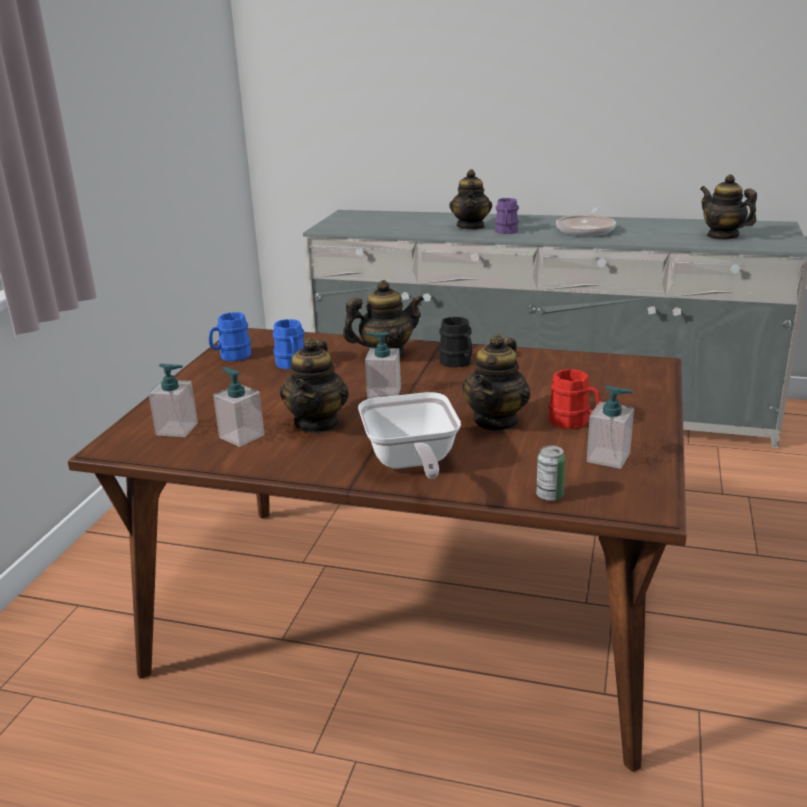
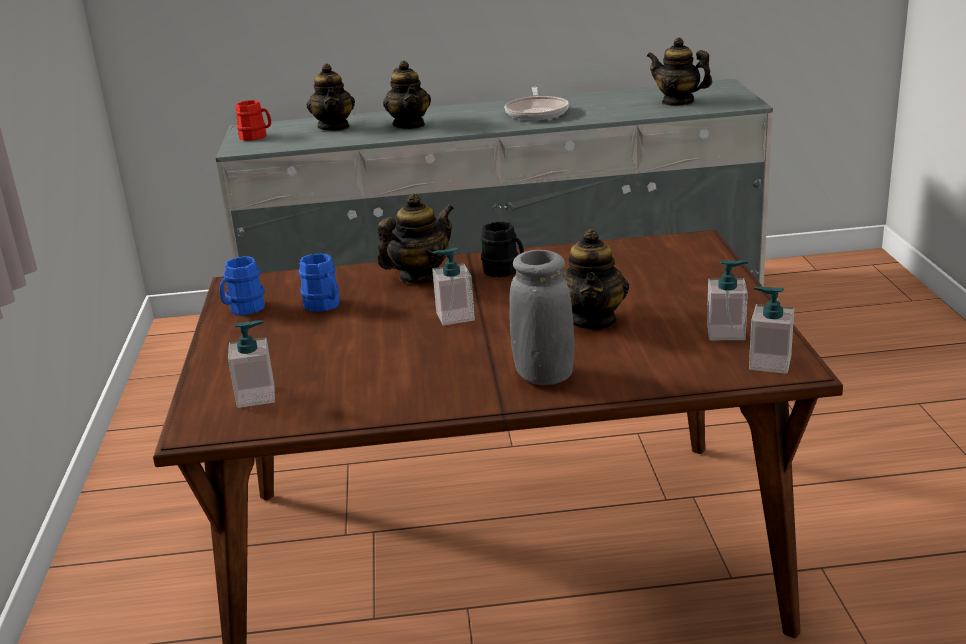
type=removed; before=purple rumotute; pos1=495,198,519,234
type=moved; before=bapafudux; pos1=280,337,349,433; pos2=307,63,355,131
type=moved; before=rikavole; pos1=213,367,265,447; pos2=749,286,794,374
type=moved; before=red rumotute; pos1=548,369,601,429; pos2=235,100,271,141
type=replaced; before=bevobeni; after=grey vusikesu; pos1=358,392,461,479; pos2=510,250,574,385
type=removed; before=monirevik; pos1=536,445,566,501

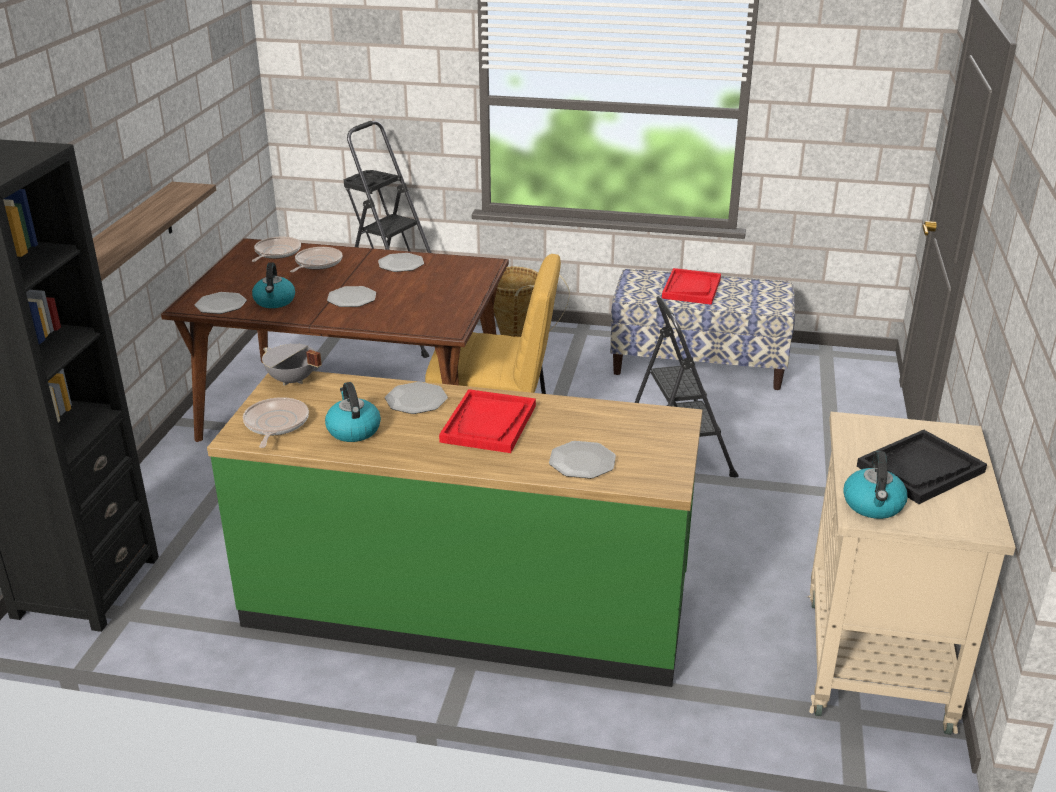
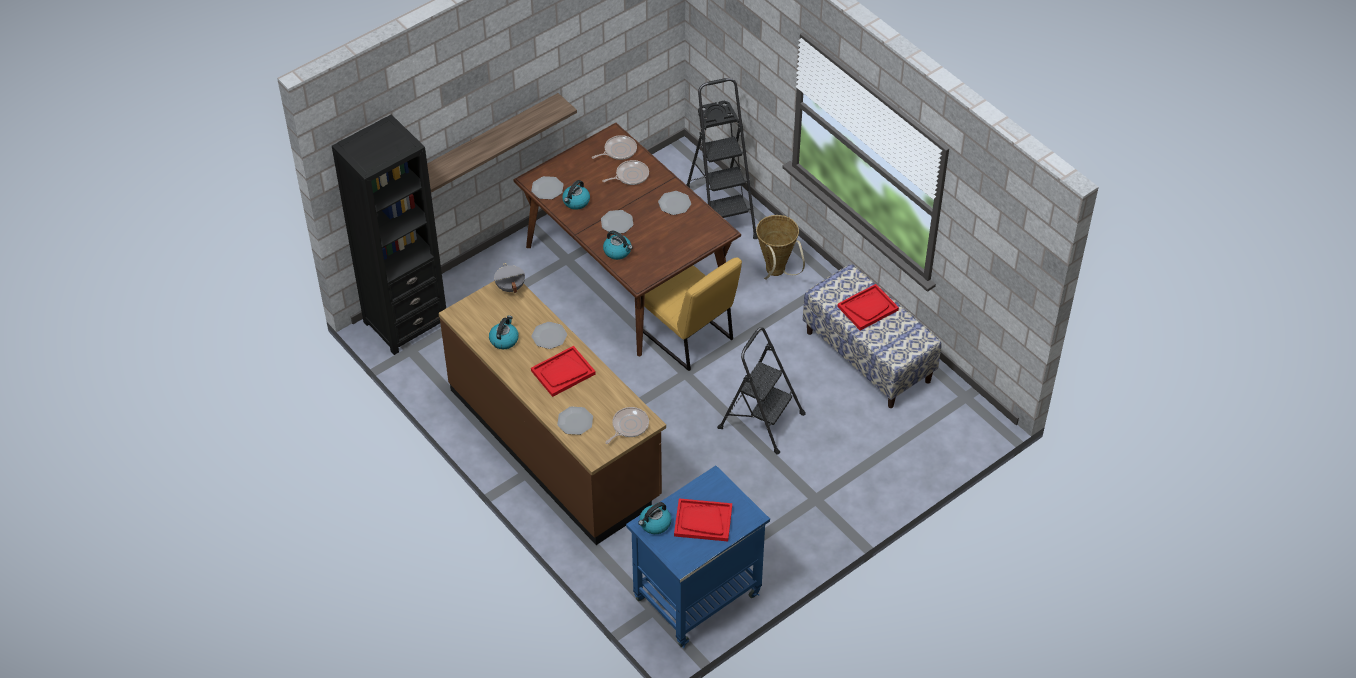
type=recoloured; before=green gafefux; after=brown gafefux; pos1=207,371,703,687; pos2=439,281,666,545
type=moved; before=bevobeni; pos1=243,397,309,448; pos2=605,407,649,444
type=recoloured; before=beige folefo; after=blue folefo; pos1=808,412,1016,735; pos2=626,465,770,648
type=recoloured; before=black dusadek; after=red dusadek; pos1=857,430,987,504; pos2=674,498,732,541
type=added; after=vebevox; pos2=603,231,633,260

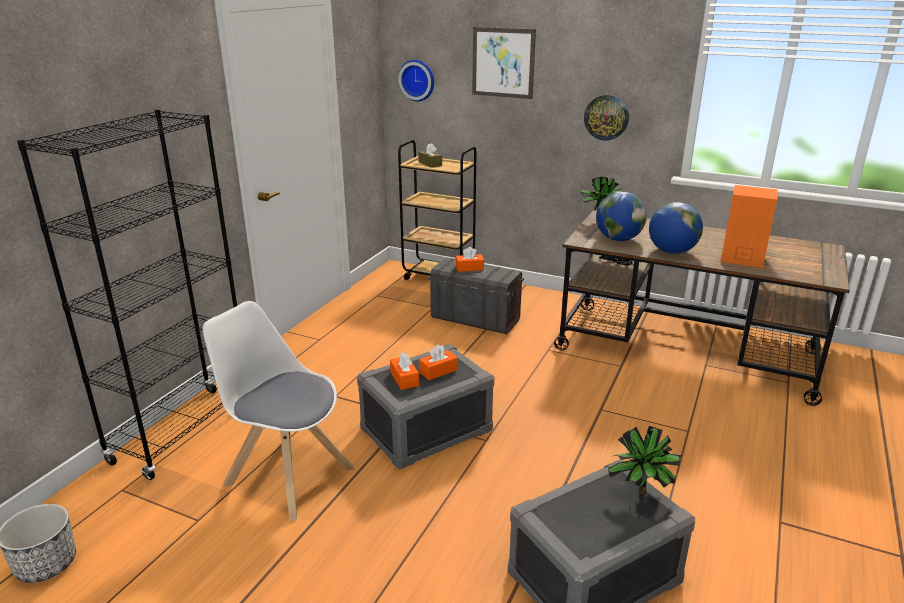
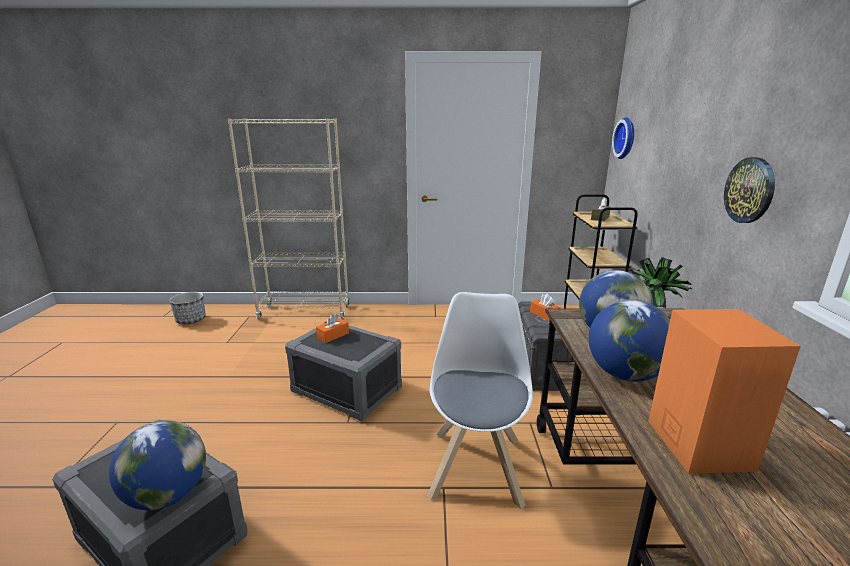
type=removed; before=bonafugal; pos1=472,27,536,99
type=recoloured; before=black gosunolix; after=beige gosunolix; pos1=17,109,237,480; pos2=228,118,350,320
type=moved; before=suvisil; pos1=203,301,355,521; pos2=427,292,533,509
type=removed; before=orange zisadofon; pos1=419,344,458,380
type=replaced; before=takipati; after=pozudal; pos1=608,426,683,494; pos2=109,420,206,510

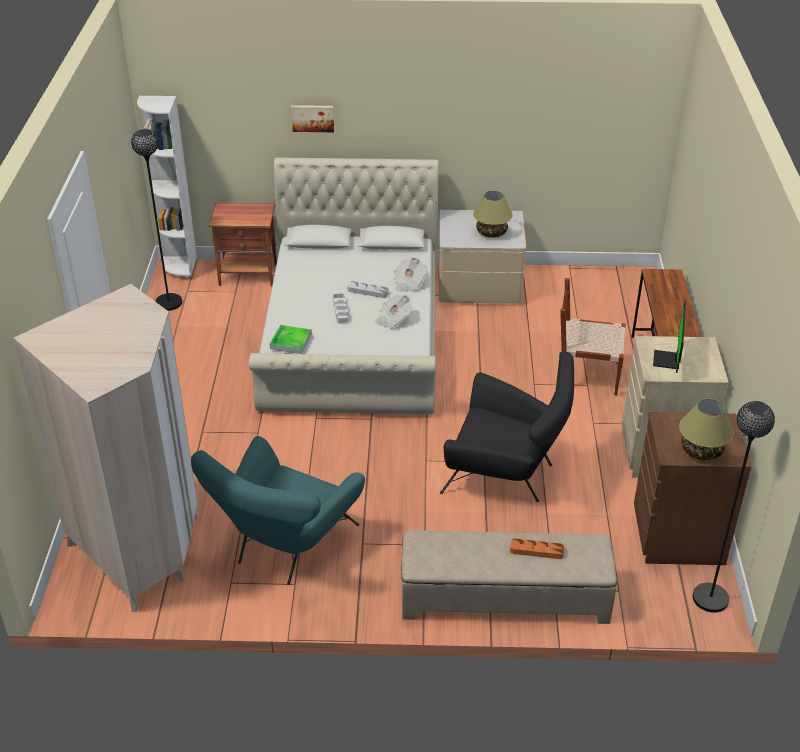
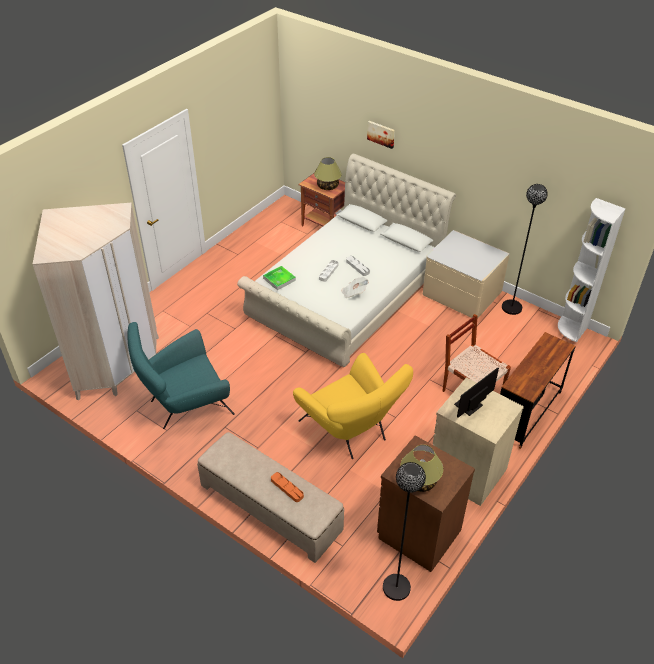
type=moved; before=white gosunolix; pos1=137,96,197,278; pos2=558,198,625,342
type=moved; before=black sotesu; pos1=131,129,182,311; pos2=502,184,548,315
type=moved; before=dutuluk; pos1=473,191,513,238; pos2=314,157,342,190
type=removed; before=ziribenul; pos1=394,257,428,292
type=recoloured; before=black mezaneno; after=yellow mezaneno; pos1=440,351,574,502; pos2=293,353,413,459

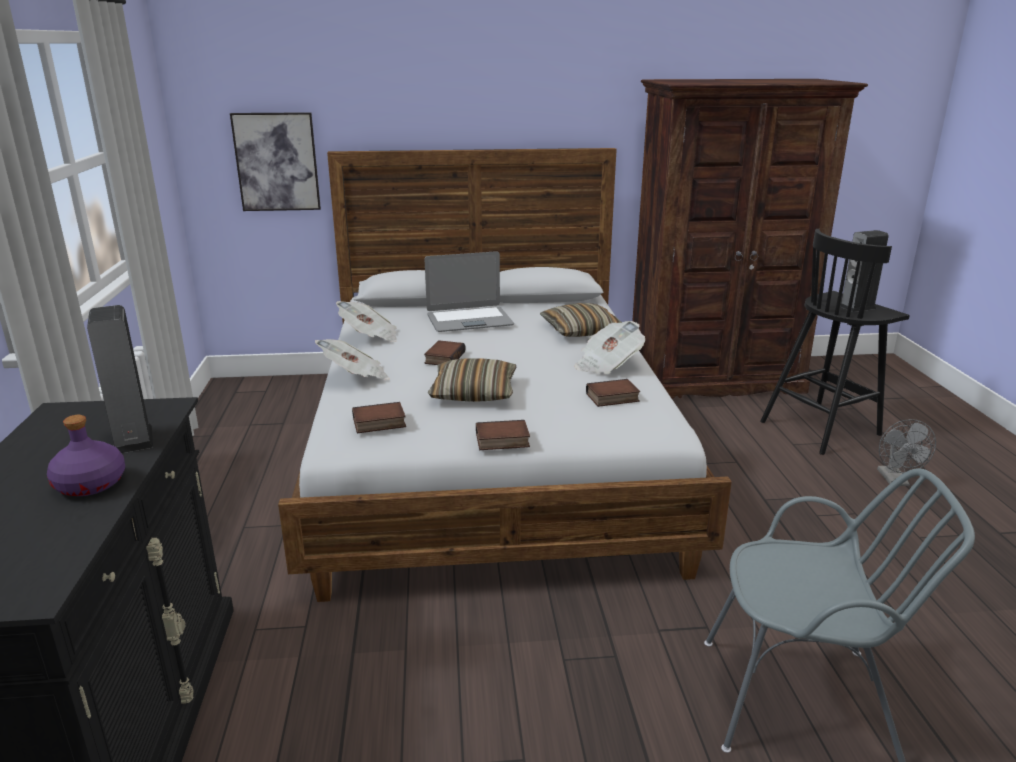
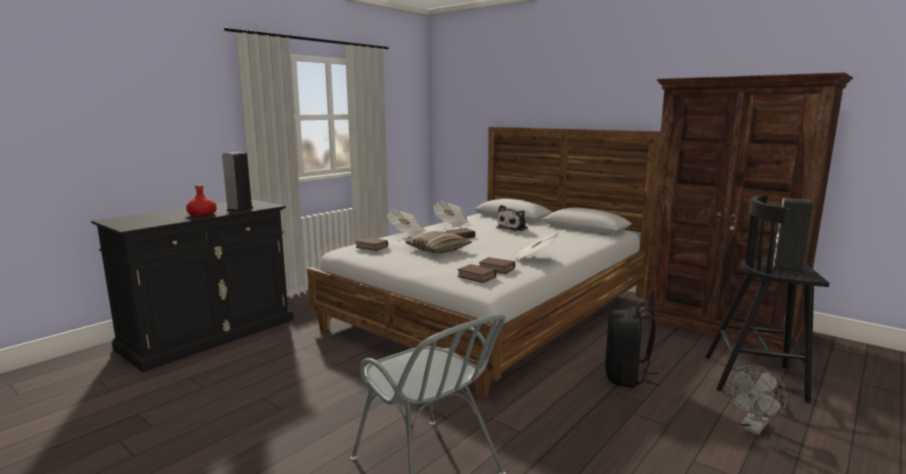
type=removed; before=bonafugal; pos1=230,112,321,211
type=replaced; before=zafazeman; after=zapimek; pos1=425,251,514,332; pos2=496,205,528,231
type=removed; before=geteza; pos1=540,303,622,337
type=recoloured; before=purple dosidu; after=red dosidu; pos1=47,415,125,496; pos2=186,185,217,217
type=moved; before=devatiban; pos1=476,420,530,450; pos2=458,264,496,283
type=added; after=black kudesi; pos2=605,306,660,388

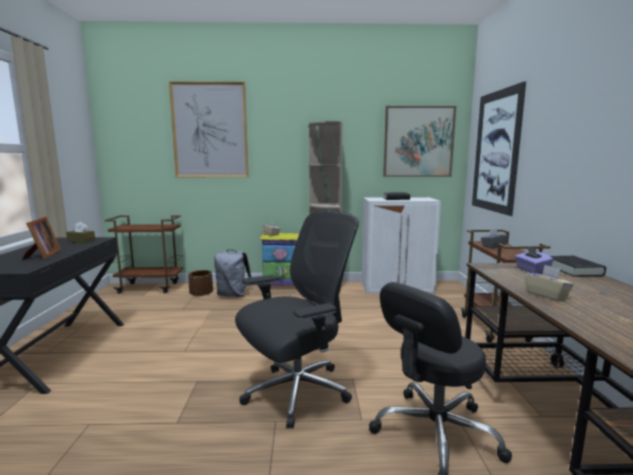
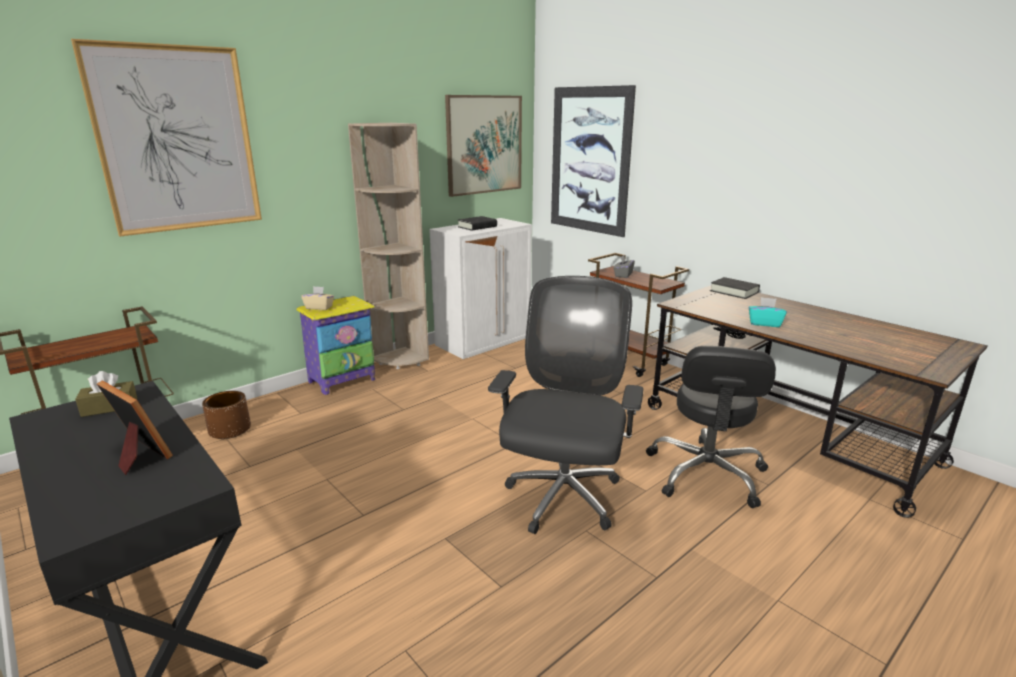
type=removed; before=purple zisadofon; pos1=515,246,553,274
type=removed; before=grey kudesi; pos1=214,249,252,297
type=recoloured; before=beige zisadofon; after=turquoise zisadofon; pos1=524,265,574,301; pos2=748,297,787,327

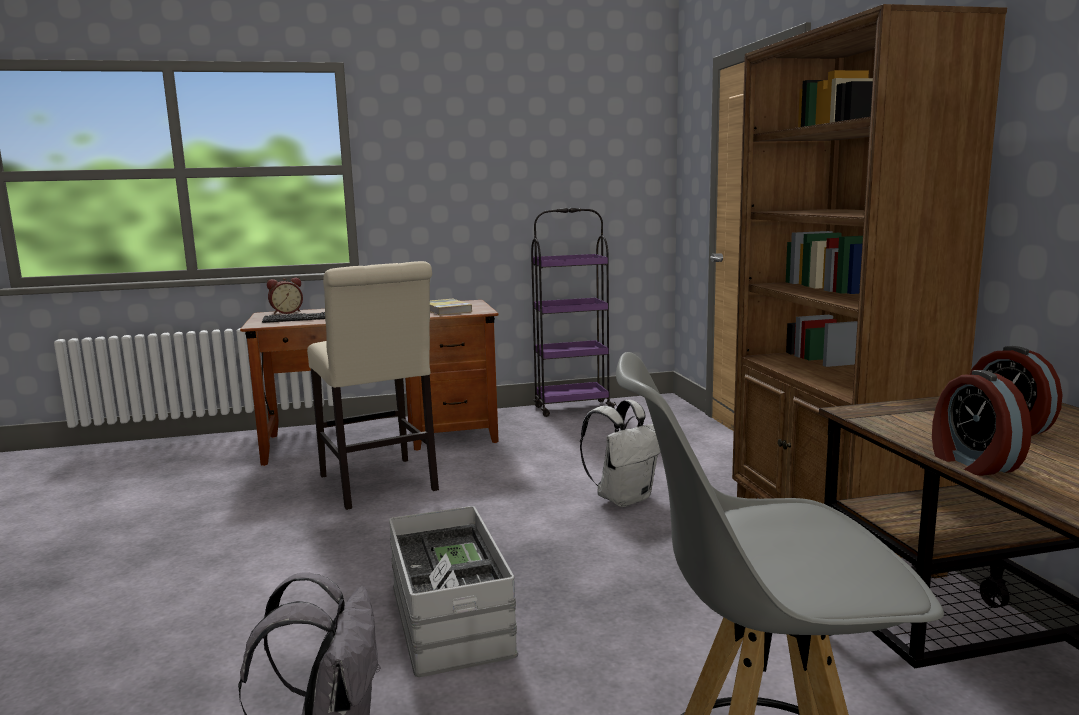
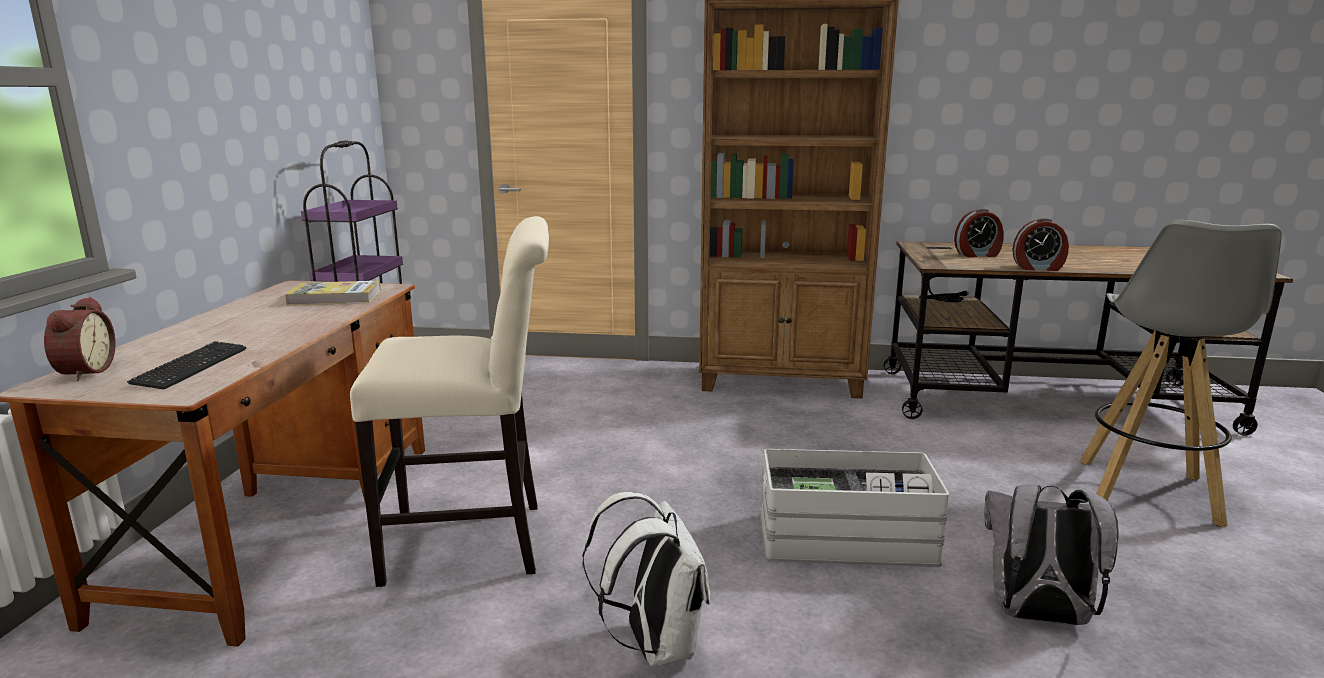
type=moved; before=white kudesi; pos1=580,400,661,507; pos2=582,492,710,666

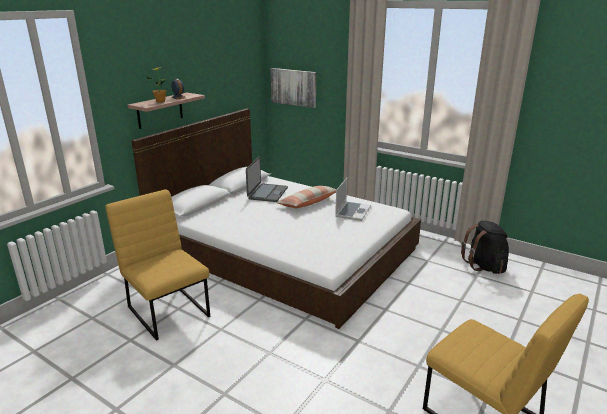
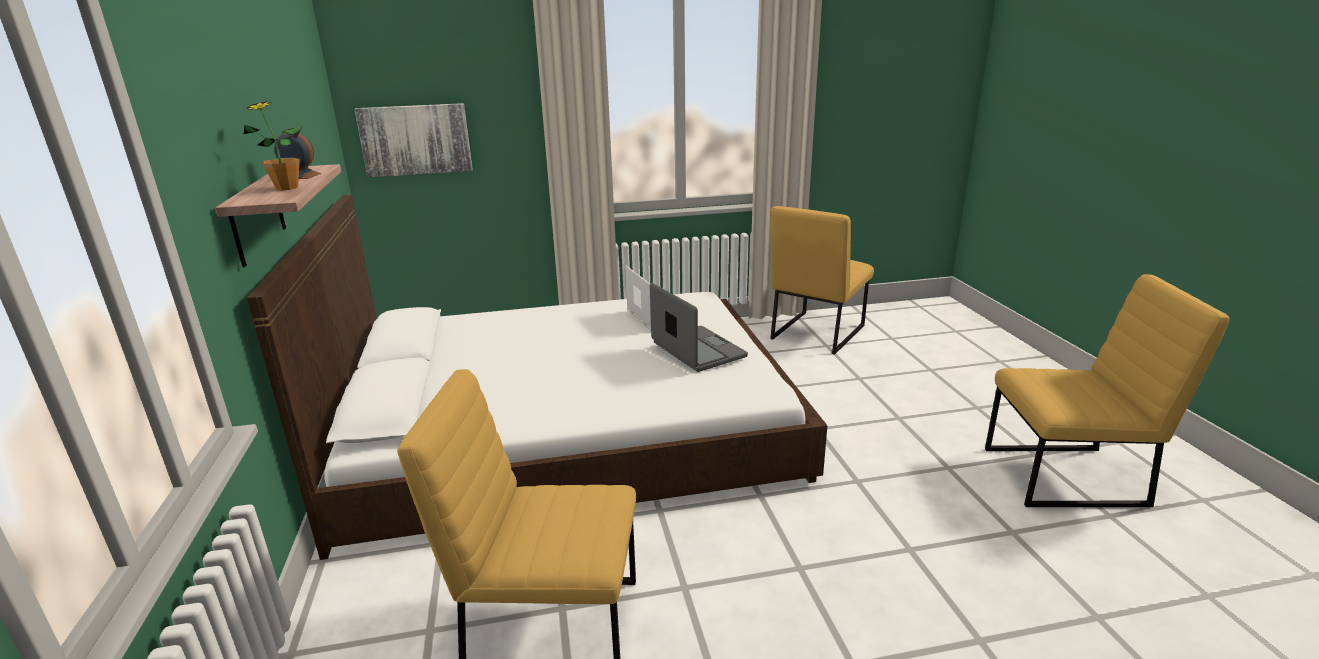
type=moved; before=zafazeman; pos1=246,156,288,202; pos2=650,283,748,372
type=removed; before=geteza; pos1=277,186,336,208
type=replaced; before=black kudesi; after=yellow suvisil; pos1=461,221,509,274; pos2=770,206,874,355

